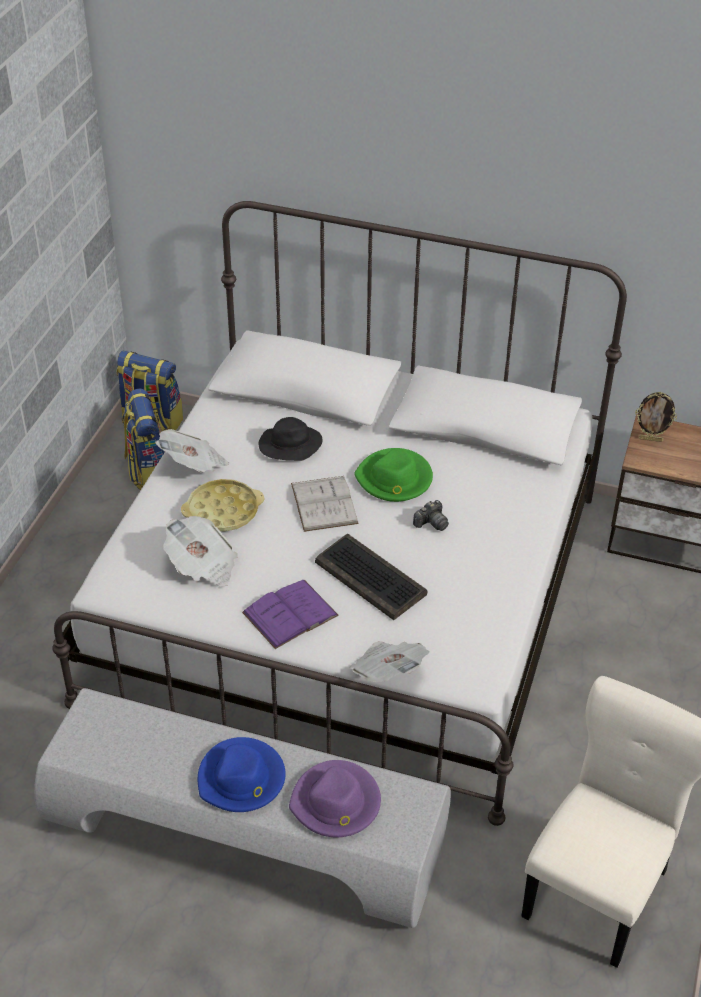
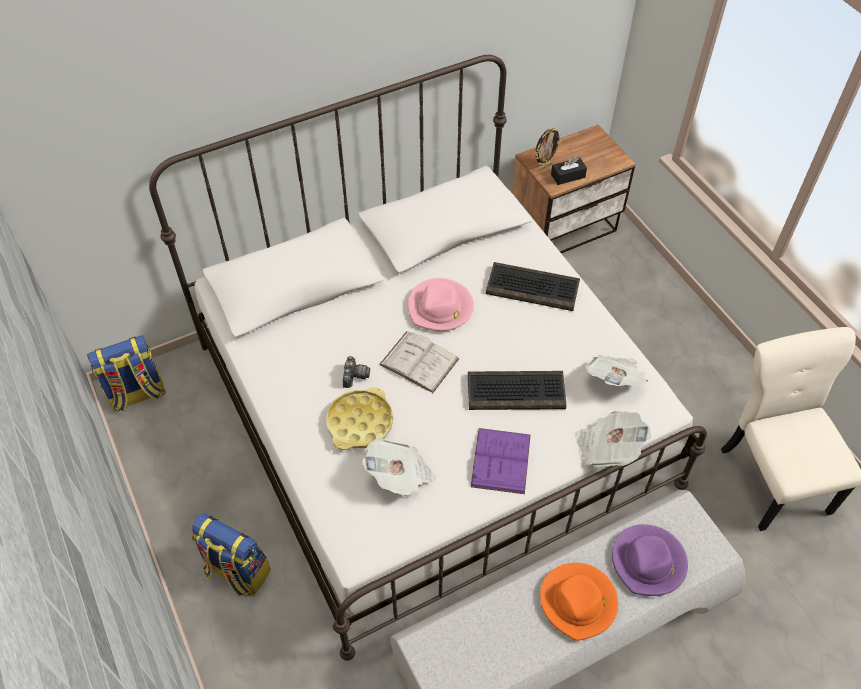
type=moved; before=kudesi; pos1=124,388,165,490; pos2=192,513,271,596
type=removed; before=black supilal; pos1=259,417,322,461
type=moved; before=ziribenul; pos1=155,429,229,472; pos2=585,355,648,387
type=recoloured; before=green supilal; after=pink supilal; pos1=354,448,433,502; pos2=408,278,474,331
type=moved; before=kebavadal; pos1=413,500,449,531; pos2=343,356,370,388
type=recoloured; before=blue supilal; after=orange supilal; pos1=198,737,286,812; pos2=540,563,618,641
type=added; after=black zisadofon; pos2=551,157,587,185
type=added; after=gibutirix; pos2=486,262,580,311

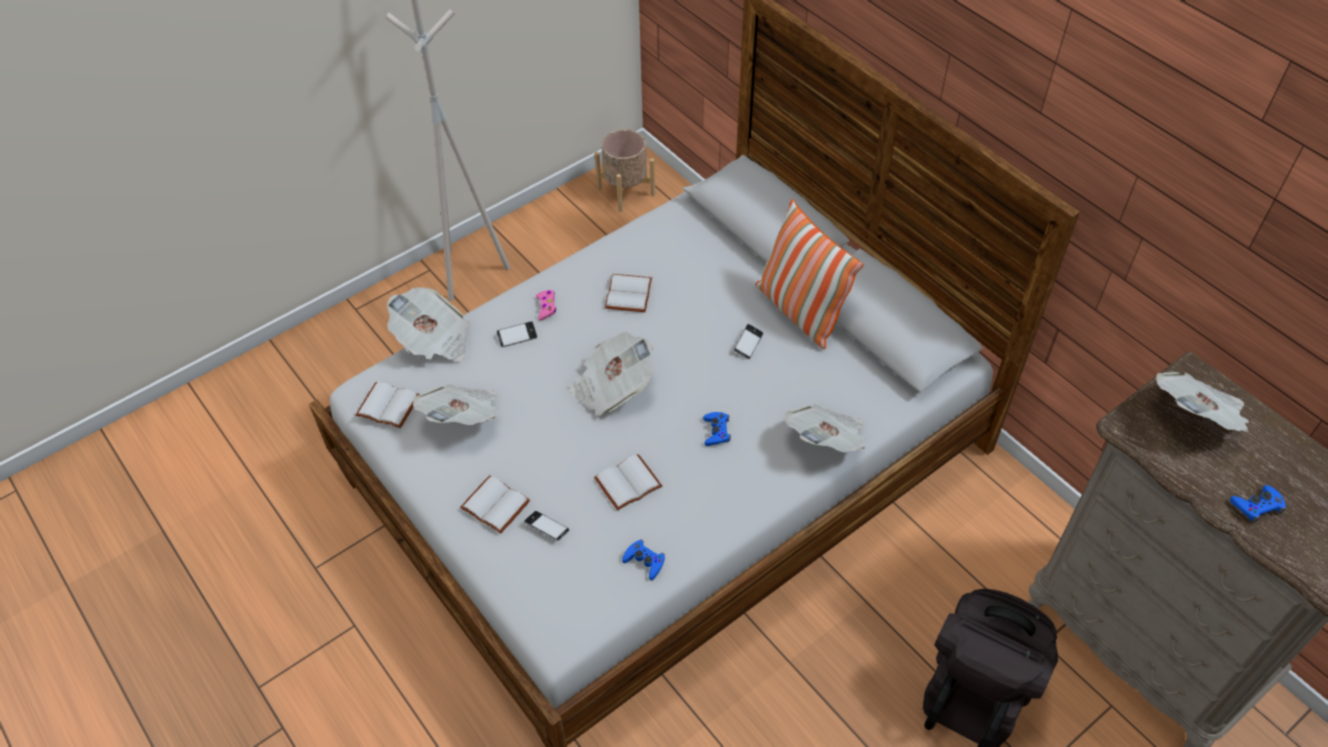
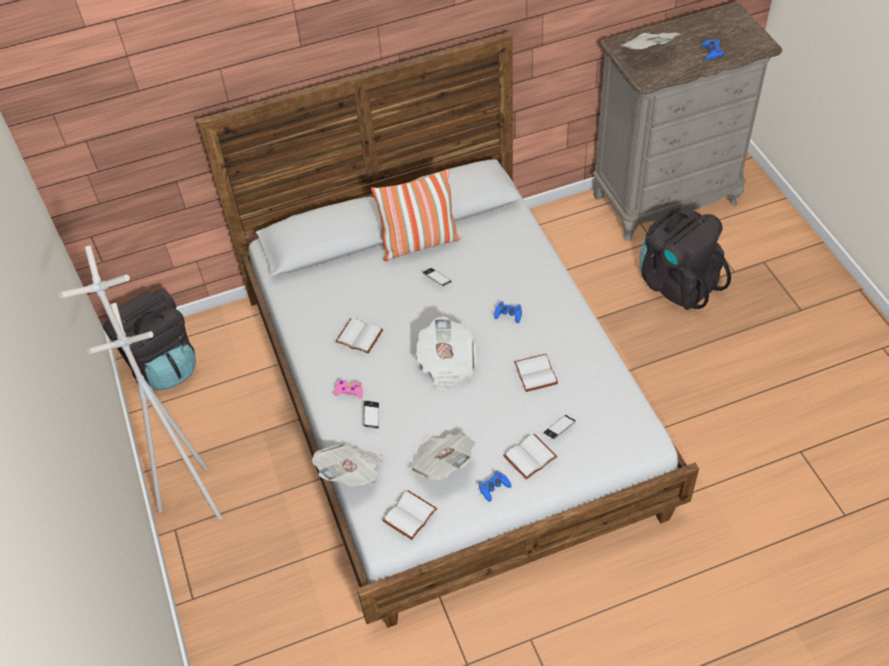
type=replaced; before=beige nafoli; after=black kudesi; pos1=595,129,655,212; pos2=103,289,196,390
type=removed; before=ziribenul; pos1=785,404,866,452
type=moved; before=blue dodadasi; pos1=622,540,665,580; pos2=478,471,511,502

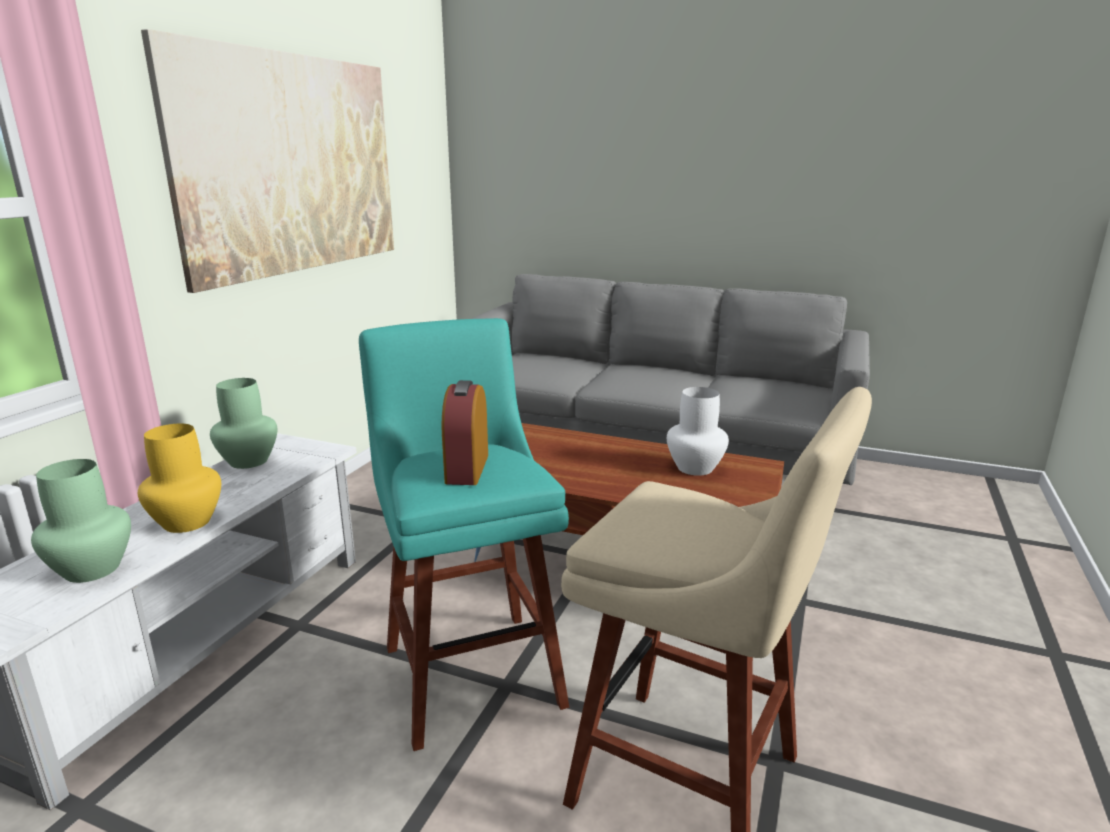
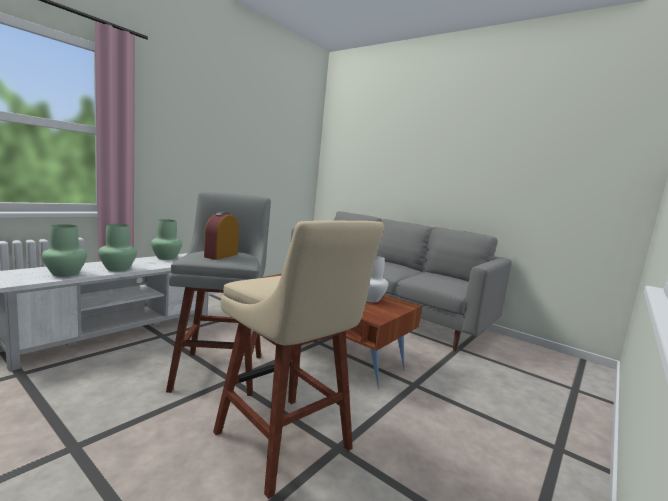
type=removed; before=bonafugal; pos1=141,29,394,293
type=recoloured; before=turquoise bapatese; after=grey bapatese; pos1=359,318,569,751; pos2=166,191,271,396
type=recoloured; before=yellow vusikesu; after=green vusikesu; pos1=138,424,221,533; pos2=98,224,137,271

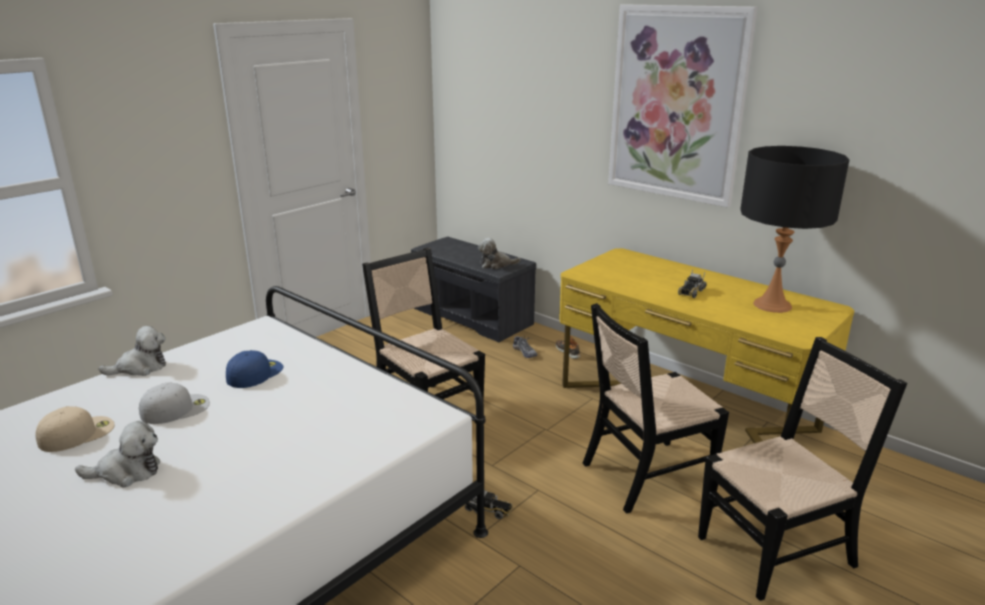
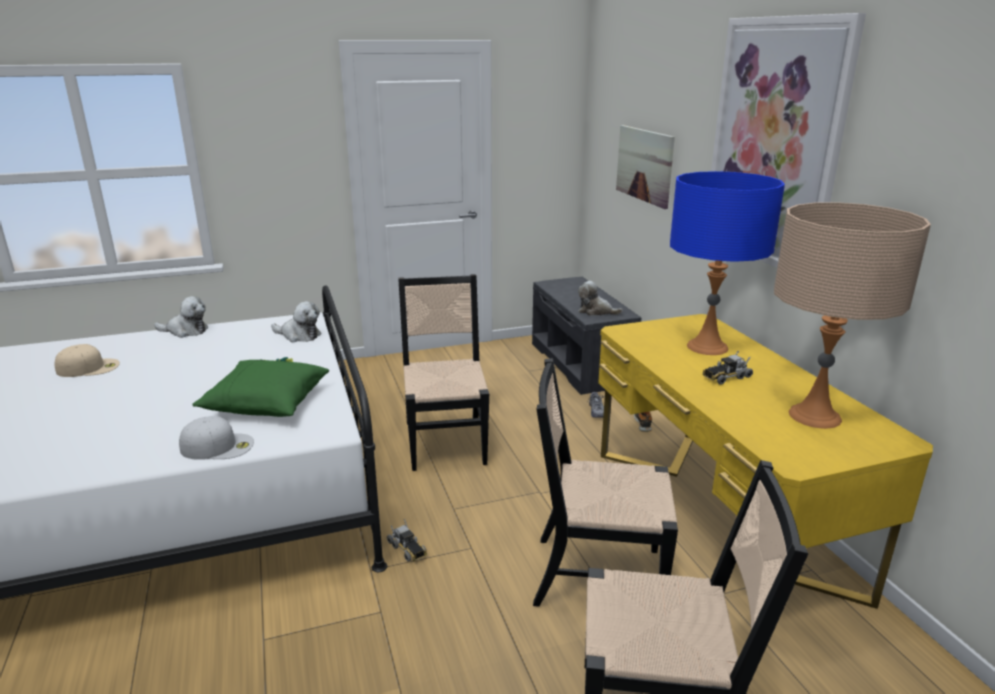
type=recoloured; before=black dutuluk; after=beige dutuluk; pos1=740,146,850,313; pos2=774,202,931,429
type=removed; before=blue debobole; pos1=226,350,283,388
type=moved; before=white debobole; pos1=139,382,210,424; pos2=179,416,254,460
type=moved; before=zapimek; pos1=75,421,160,487; pos2=271,301,321,342
type=added; after=bonafugal; pos2=616,125,675,209
type=added; after=blue dutuluk; pos2=670,171,785,355
type=added; after=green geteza; pos2=192,357,329,417

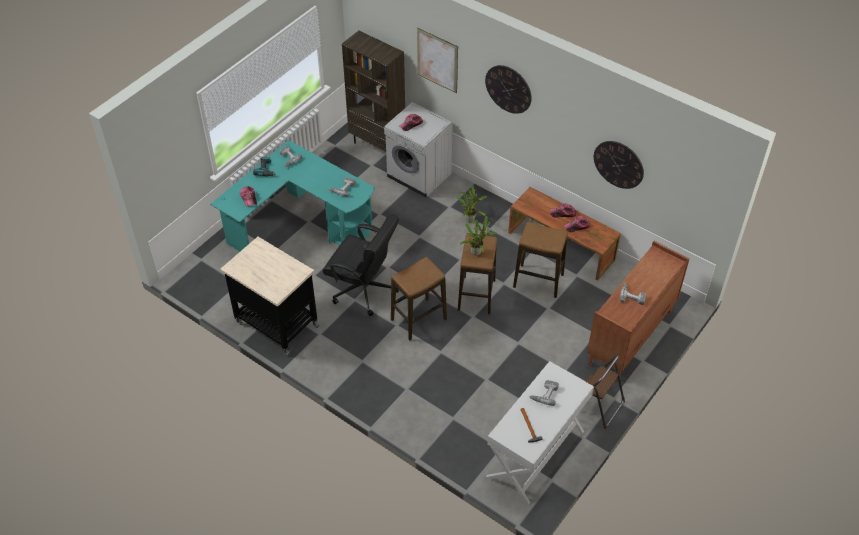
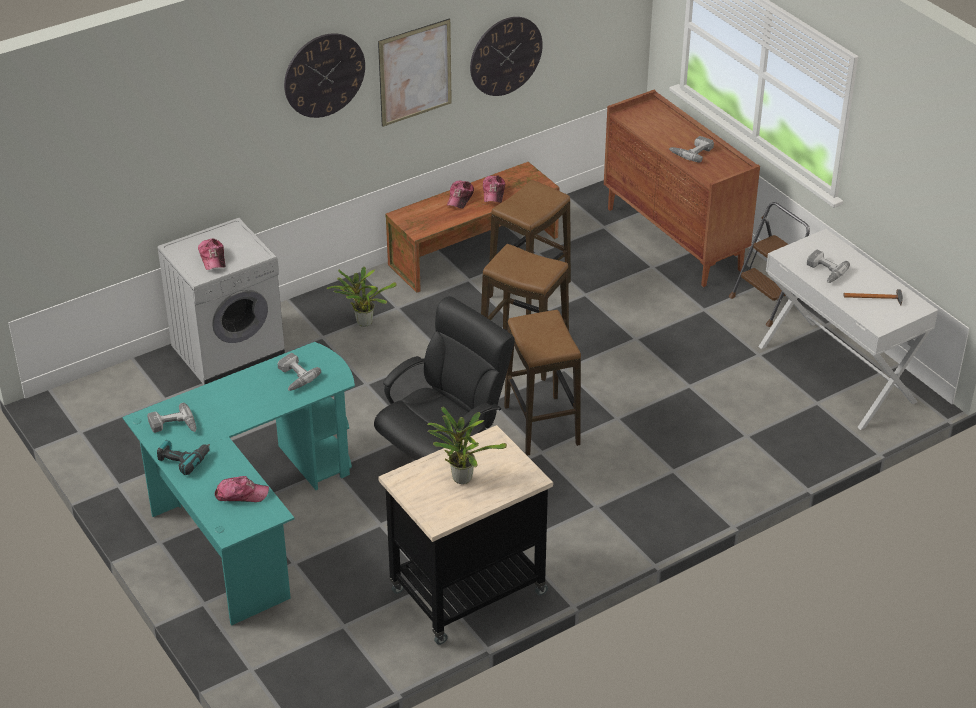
type=moved; before=bonafugal; pos1=417,28,458,94; pos2=378,18,452,127
type=removed; before=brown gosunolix; pos1=342,31,405,152
type=moved; before=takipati; pos1=460,216,496,255; pos2=427,407,507,484

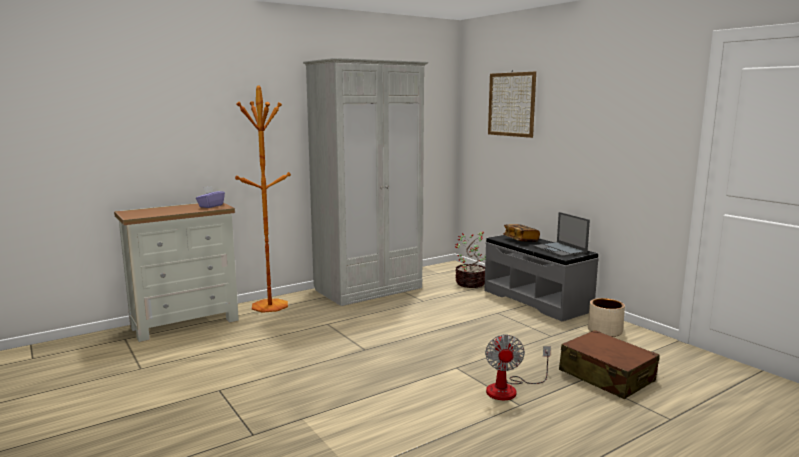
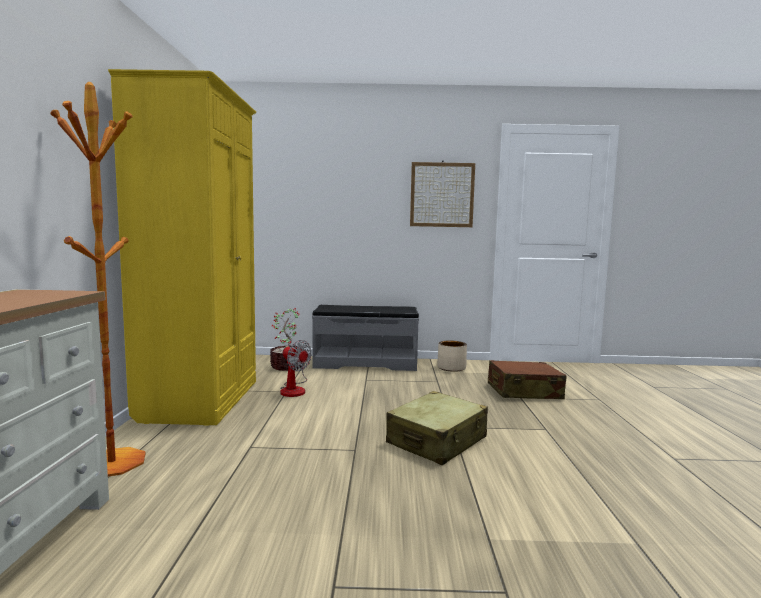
type=recoloured; before=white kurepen; after=yellow kurepen; pos1=303,58,428,306; pos2=108,69,256,426
type=moved; before=bonafugal; pos1=488,70,536,138; pos2=410,160,475,227
type=removed; before=purple zisadofon; pos1=196,186,225,208
type=removed; before=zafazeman; pos1=533,212,590,257
type=removed; before=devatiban; pos1=503,224,540,242
type=moved; before=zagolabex; pos1=485,334,551,400; pos2=280,340,312,397
type=added; after=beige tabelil; pos2=386,391,488,465

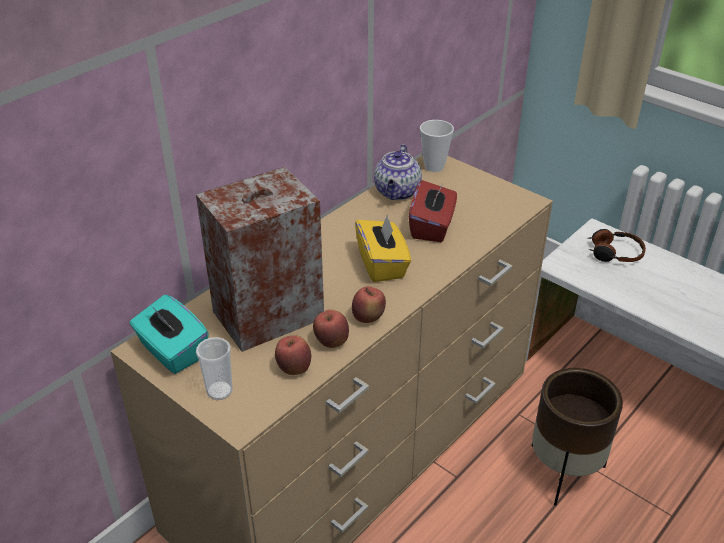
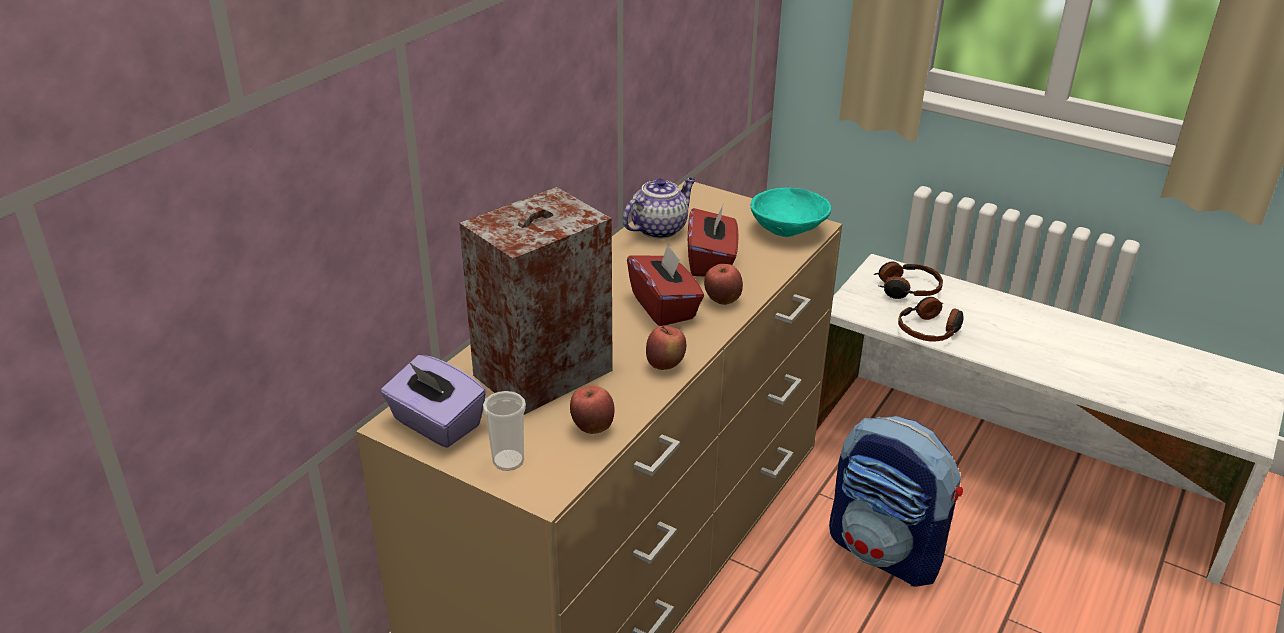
type=removed; before=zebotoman; pos1=420,120,454,172
type=turned; before=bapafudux; pos1=374,144,422,200; pos2=622,178,695,239; turn=-135
type=recoloured; before=yellow zisadofon; after=red zisadofon; pos1=355,214,411,282; pos2=627,244,704,326
type=recoloured; before=turquoise zisadofon; after=purple zisadofon; pos1=130,295,209,374; pos2=381,355,486,448
type=moved; before=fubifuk; pos1=313,310,349,348; pos2=704,264,743,305
type=replaced; before=brown nafoli; after=kudesi; pos1=532,368,623,506; pos2=829,416,963,587
type=added; after=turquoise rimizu; pos2=751,188,831,237
type=added; after=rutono; pos2=898,297,964,341

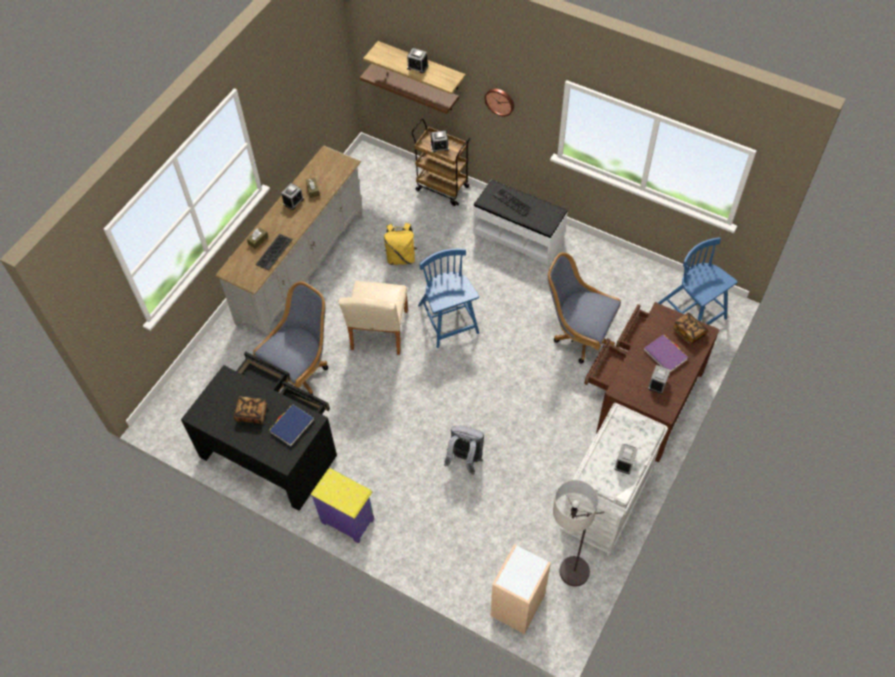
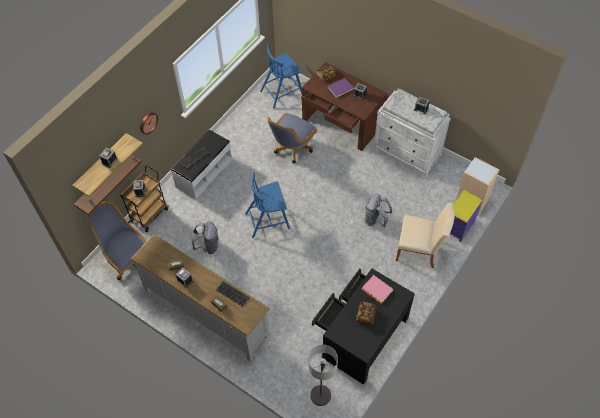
type=recoloured; before=yellow kudesi; after=grey kudesi; pos1=384,223,417,265; pos2=192,221,218,254
type=moved; before=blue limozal; pos1=253,281,328,395; pos2=88,202,148,280
type=moved; before=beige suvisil; pos1=338,281,408,355; pos2=396,203,455,268
type=recoloured; before=blue devatiban; after=pink devatiban; pos1=269,404,314,446; pos2=362,275,394,304
type=moved; before=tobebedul; pos1=310,468,374,543; pos2=450,190,483,242
type=moved; before=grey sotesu; pos1=553,480,604,587; pos2=308,345,338,406

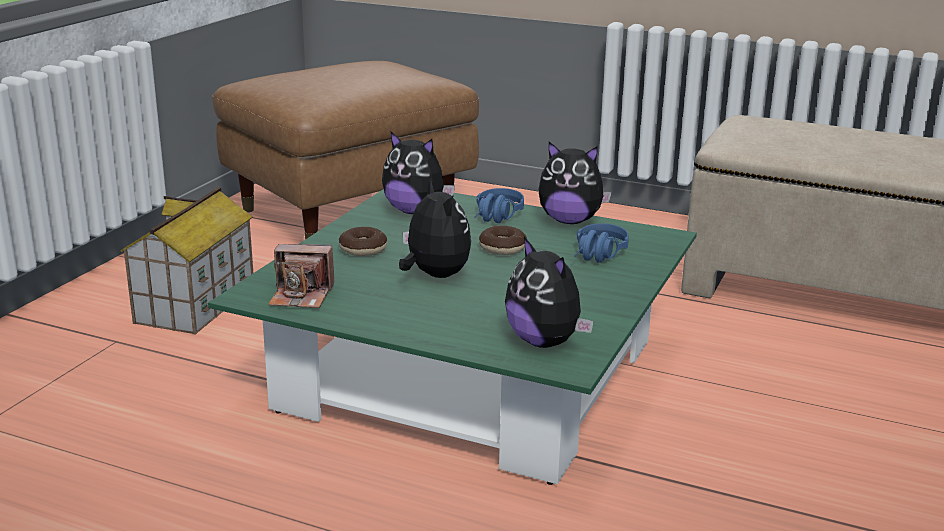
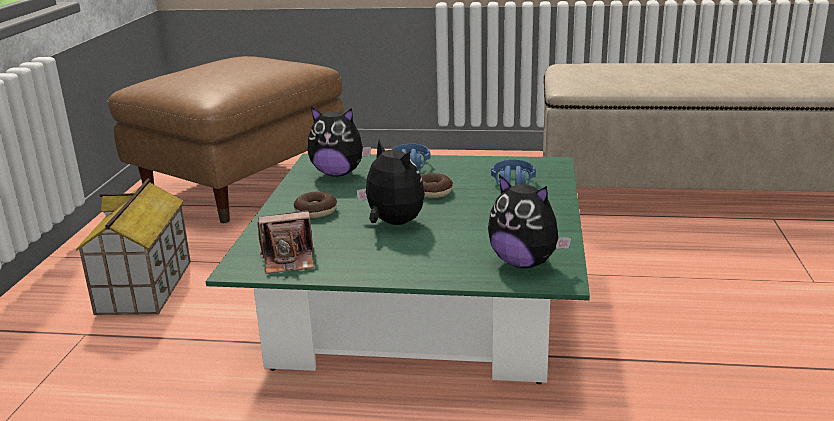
type=removed; before=zapimek; pos1=539,142,612,224

